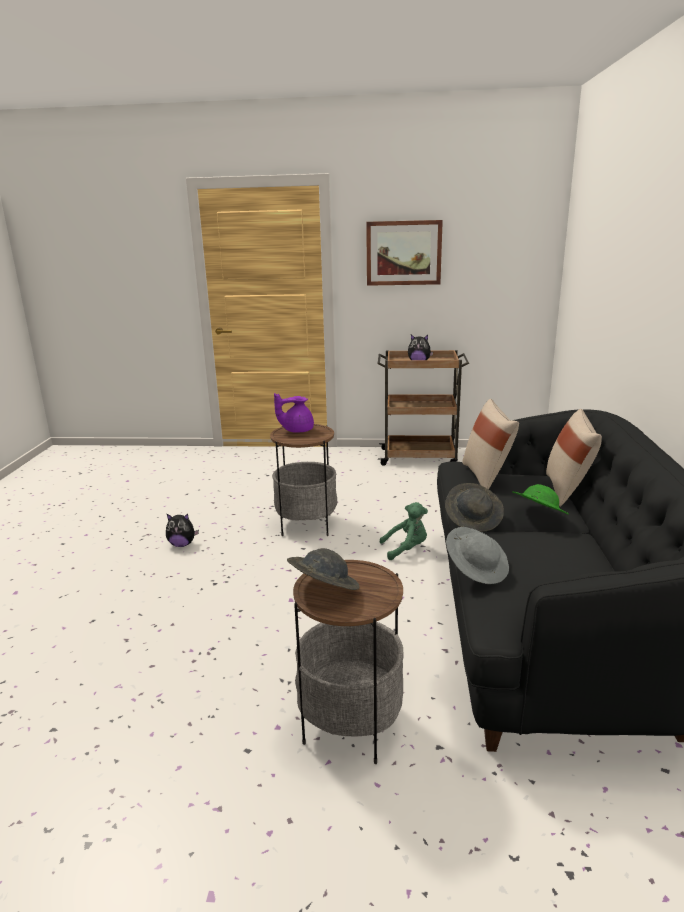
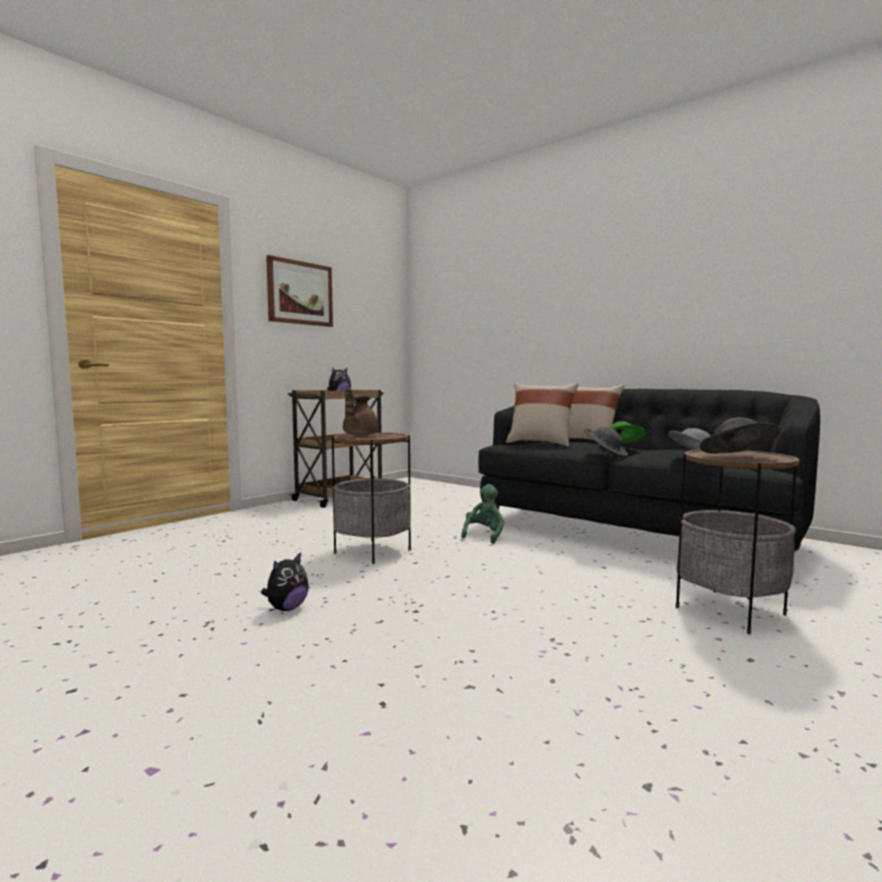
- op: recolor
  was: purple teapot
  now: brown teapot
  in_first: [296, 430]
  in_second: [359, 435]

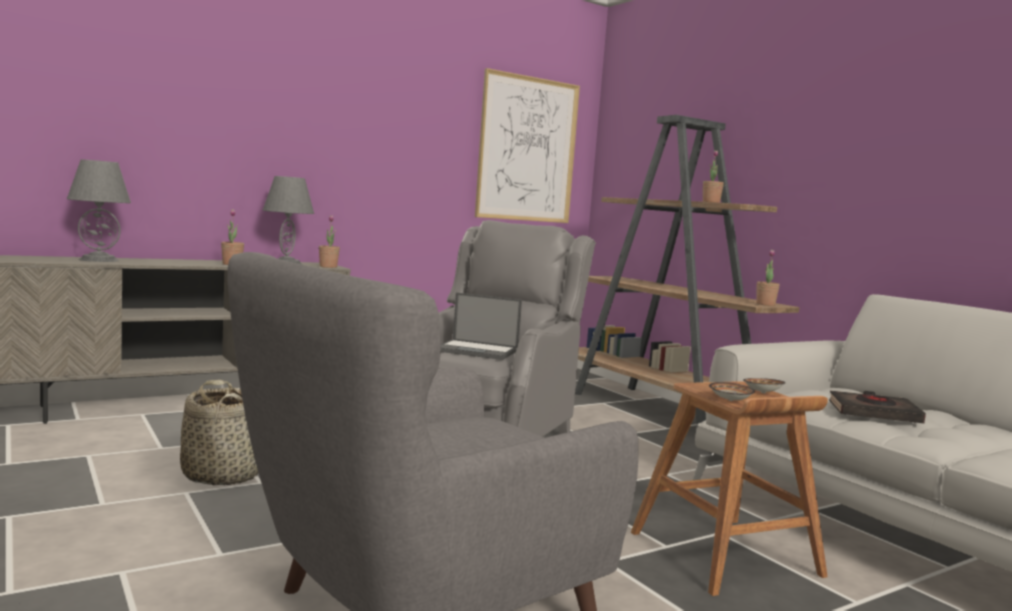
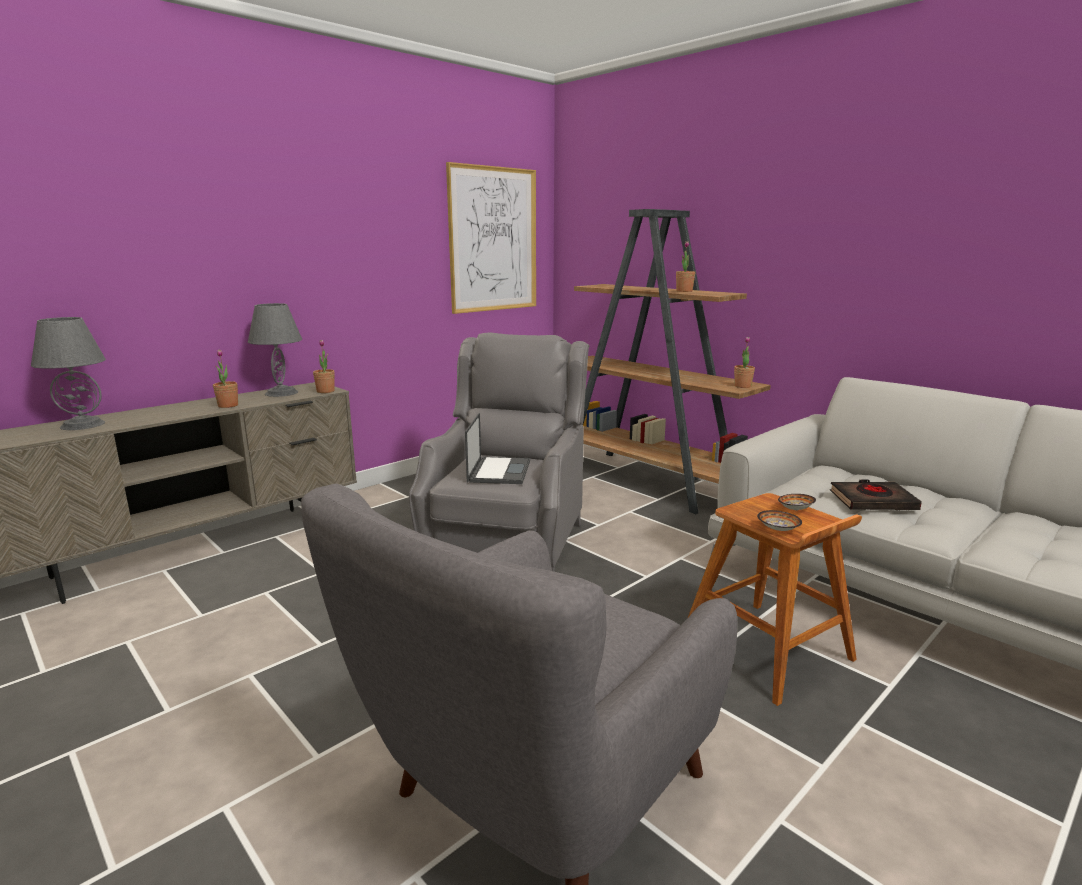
- op: rotate
  was: laptop
  in_first: [478, 350]
  in_second: [499, 471]
  clockwise: -90
- op: delete
  was: basket
  in_first: [223, 474]

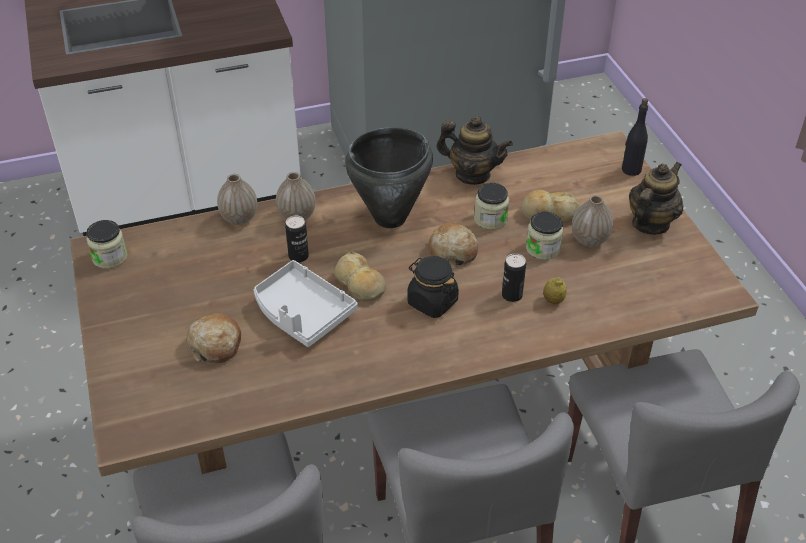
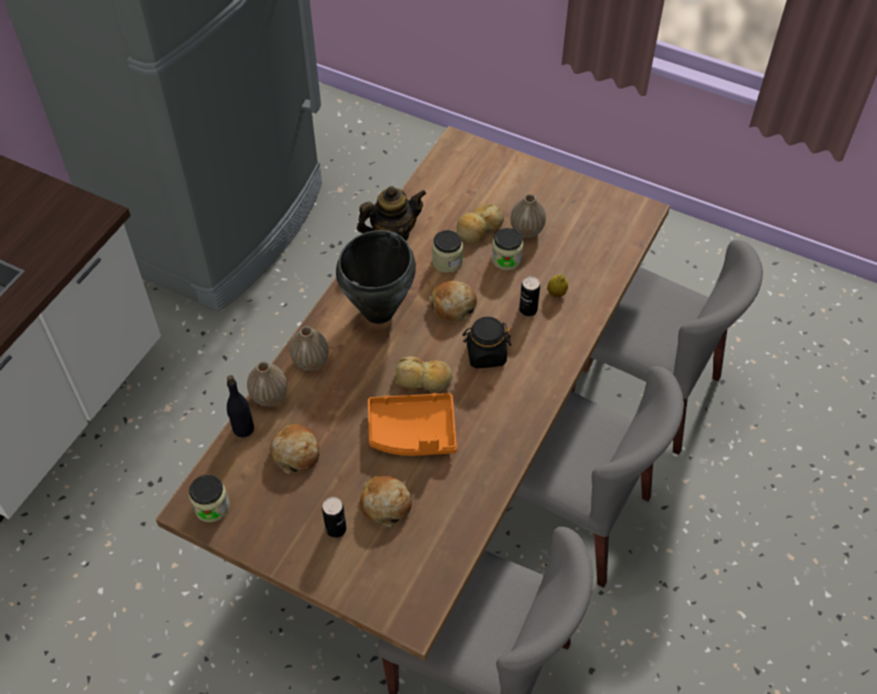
- op: move
  was: black bottle
  in_first: [631, 169]
  in_second: [243, 428]
- op: insert
  now: bread
  in_second: [296, 453]
- op: move
  was: can
  in_first: [298, 256]
  in_second: [336, 528]
- op: recolor
  was: grey tray
  now: orange tray
  in_first: [302, 313]
  in_second: [412, 432]
- op: delete
  was: teapot
  in_first: [650, 223]

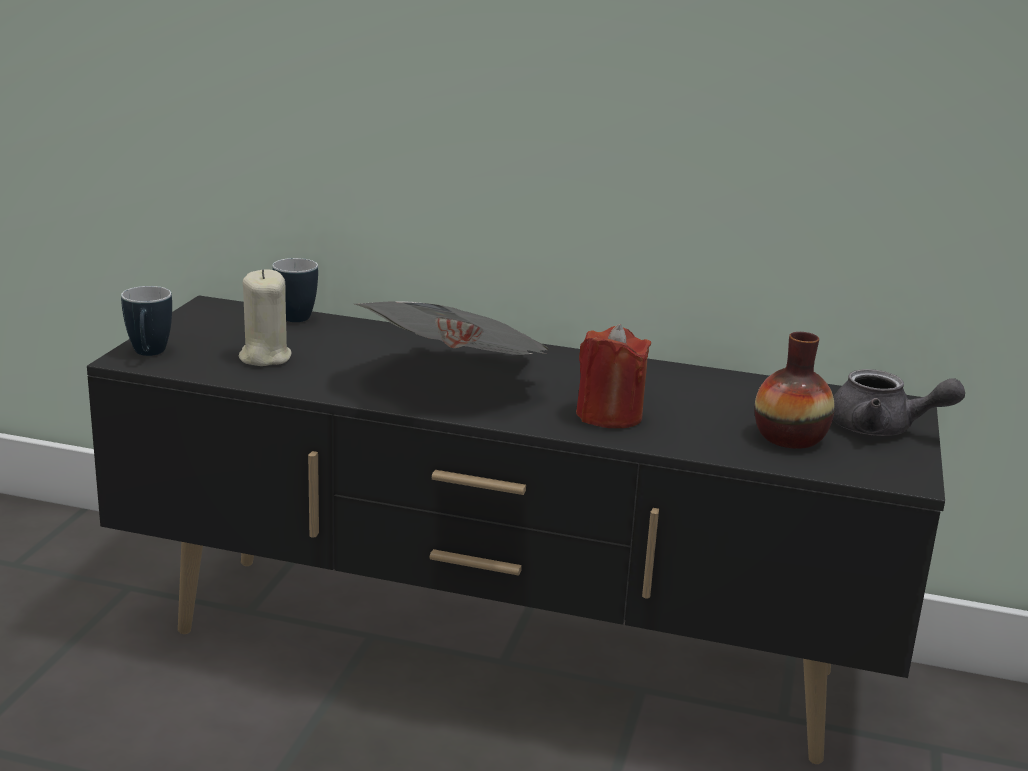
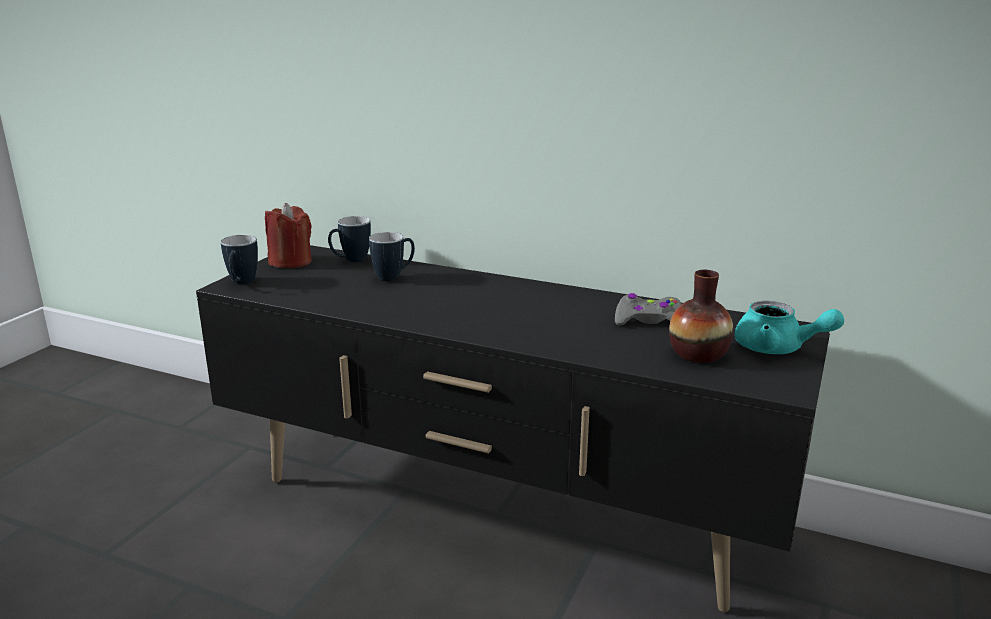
- op: move
  was: red candle
  in_first: [609, 415]
  in_second: [290, 262]
- op: insert
  now: mug
  in_second: [394, 276]
- op: insert
  now: grey game controller
  in_second: [649, 321]
- op: recolor
  was: grey teapot
  now: turquoise teapot
  in_first: [882, 429]
  in_second: [778, 348]
- op: delete
  was: beige candle
  in_first: [264, 357]
- op: delete
  was: newspaper
  in_first: [458, 380]

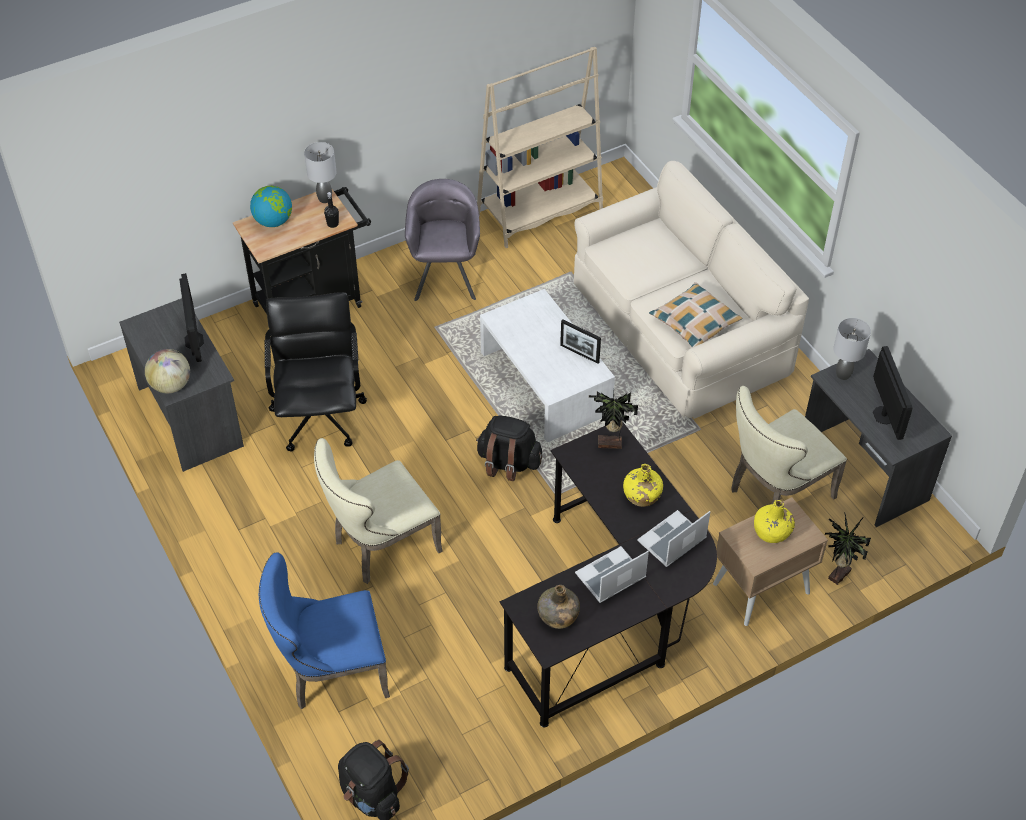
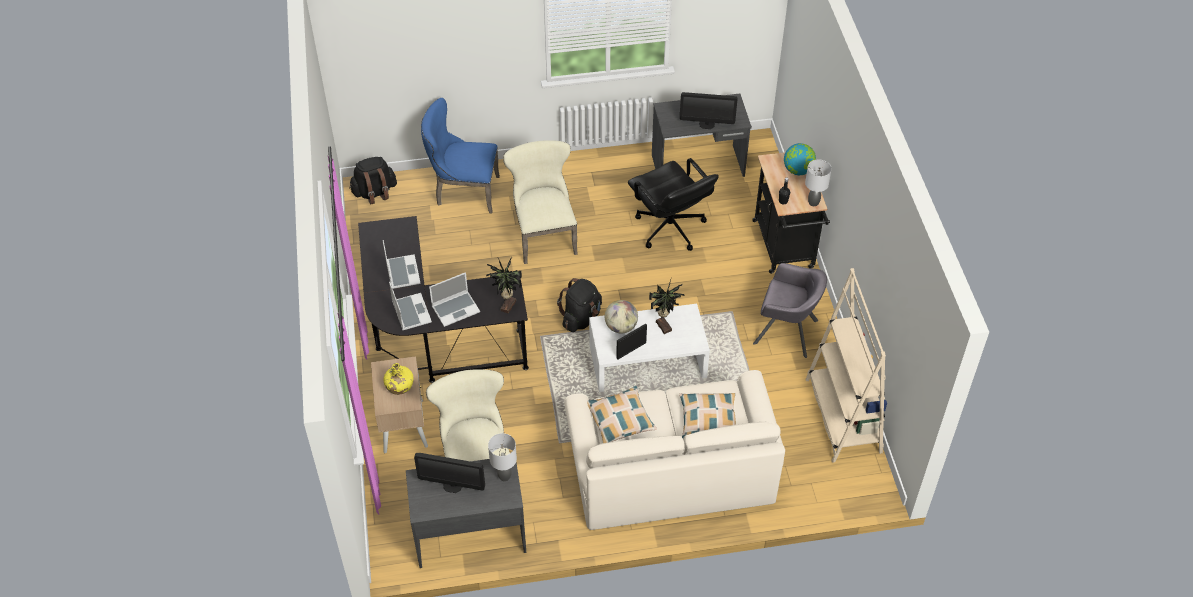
- op: rotate
  was: blue chair
  in_first: [330, 673]
  in_second: [463, 192]
  clockwise: -90
- op: replace
  was: yellow bottle
  now: laptop
  in_first: [641, 495]
  in_second: [456, 309]
- op: move
  was: globe
  in_first: [171, 385]
  in_second: [621, 327]
- op: rotate
  was: black office chair
  in_first: [320, 416]
  in_second: [670, 229]
  clockwise: 45
- op: move
  was: potted plant
  in_first: [837, 574]
  in_second: [664, 326]
- op: insert
  now: pillow
  in_second: [708, 420]
- op: delete
  was: green bottle
  in_first: [558, 615]

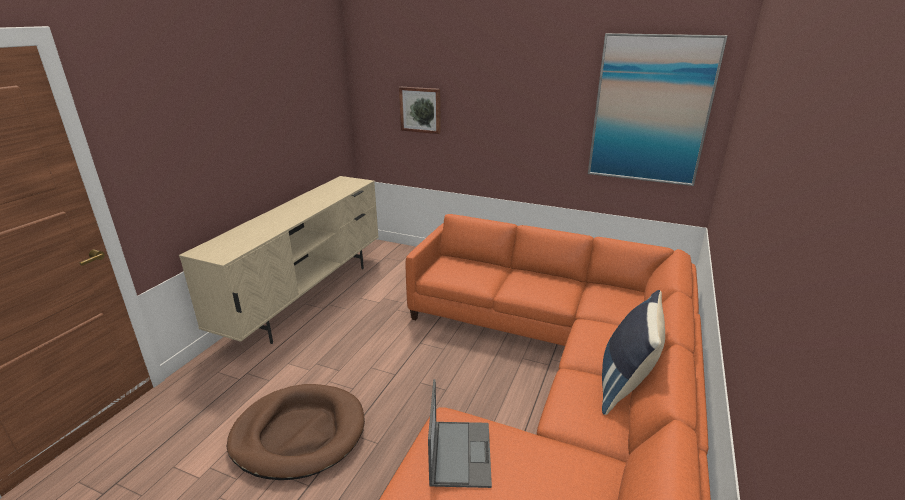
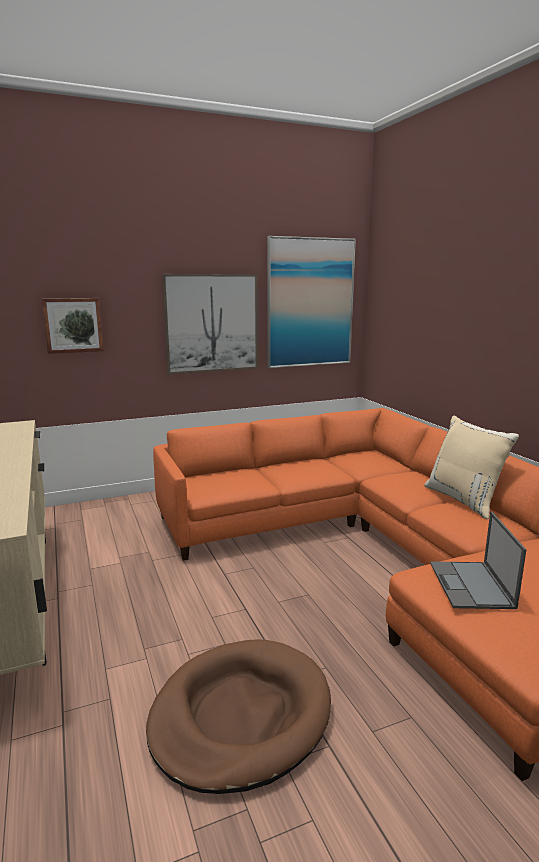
- op: insert
  now: picture
  in_second: [211, 323]
- op: recolor
  was: blue pillow
  now: beige pillow
  in_first: [625, 385]
  in_second: [464, 500]
- op: rotate
  was: laptop
  in_first: [460, 452]
  in_second: [471, 585]
  clockwise: -135

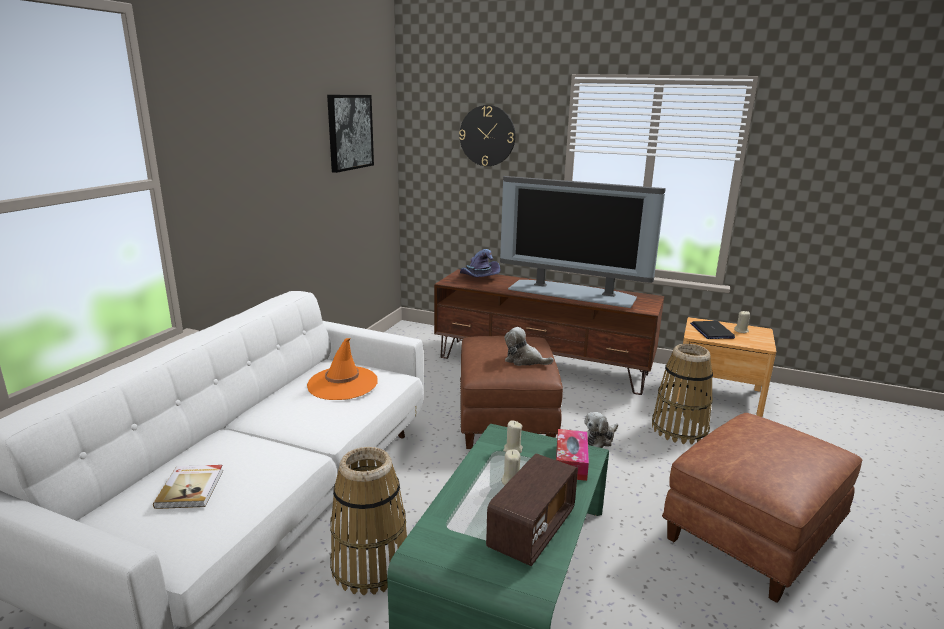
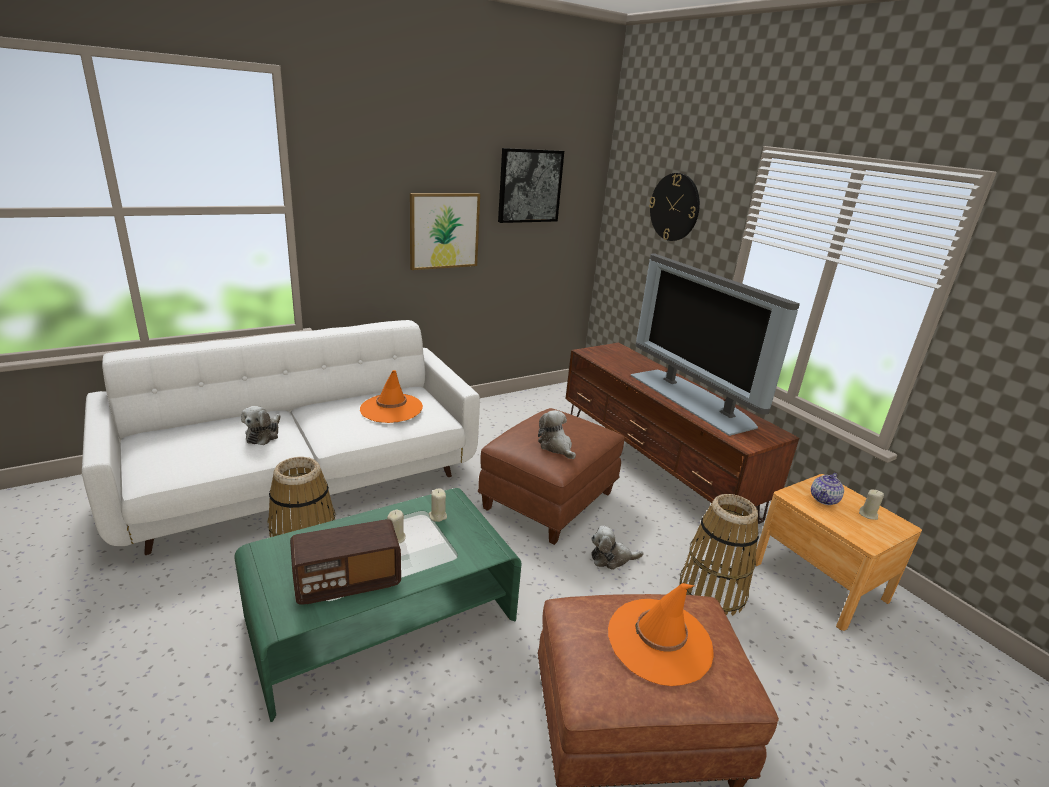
- op: insert
  now: plush toy
  in_second: [264, 434]
- op: insert
  now: picture
  in_second: [444, 231]
- op: insert
  now: orange hat
  in_second: [659, 641]
- op: replace
  was: laptop
  now: teapot
  in_first: [711, 331]
  in_second: [824, 499]
- op: delete
  was: book
  in_first: [191, 488]
- op: delete
  was: purple hat
  in_first: [478, 278]
- op: delete
  was: tissue box
  in_first: [571, 462]

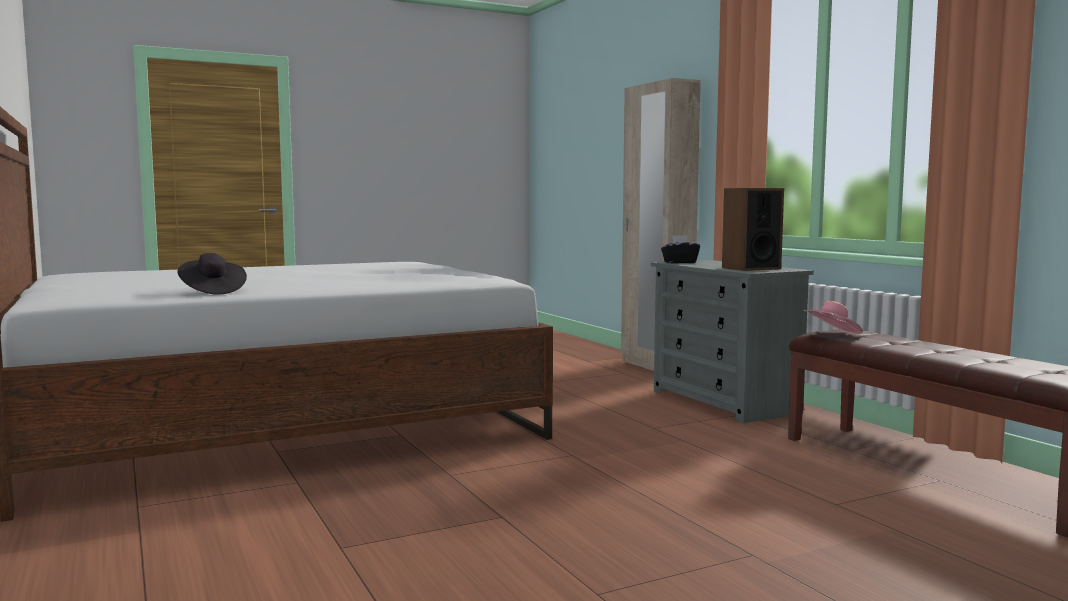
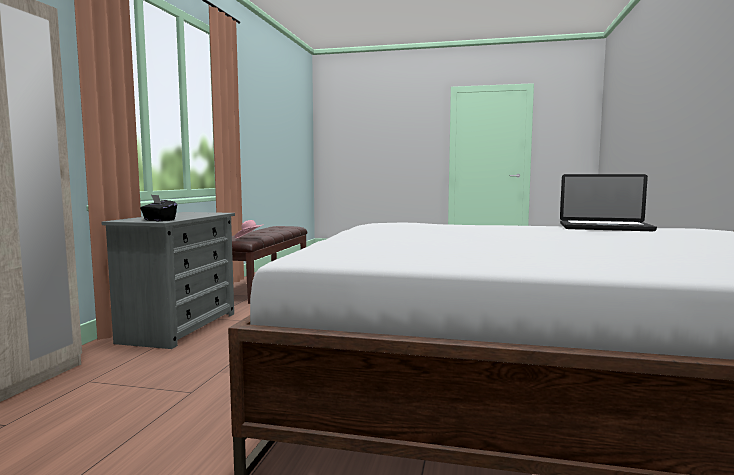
- op: replace
  was: black hat
  now: laptop
  in_first: [212, 291]
  in_second: [605, 227]
- op: delete
  was: speaker
  in_first: [750, 268]

